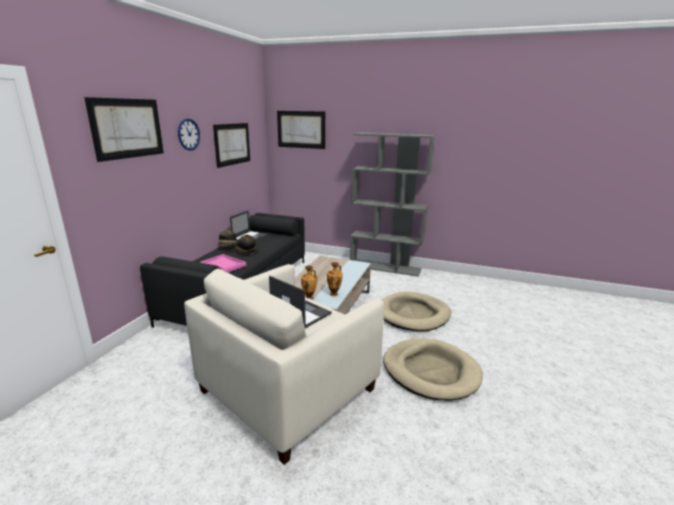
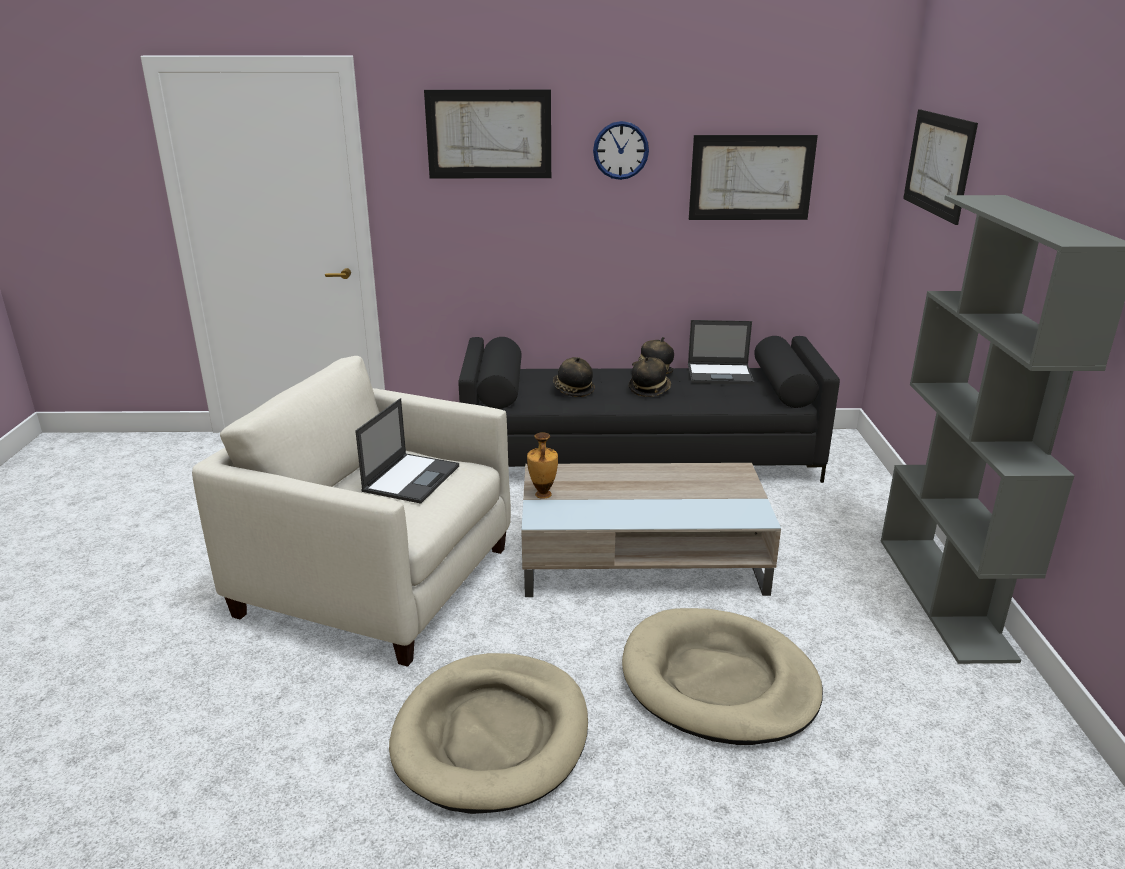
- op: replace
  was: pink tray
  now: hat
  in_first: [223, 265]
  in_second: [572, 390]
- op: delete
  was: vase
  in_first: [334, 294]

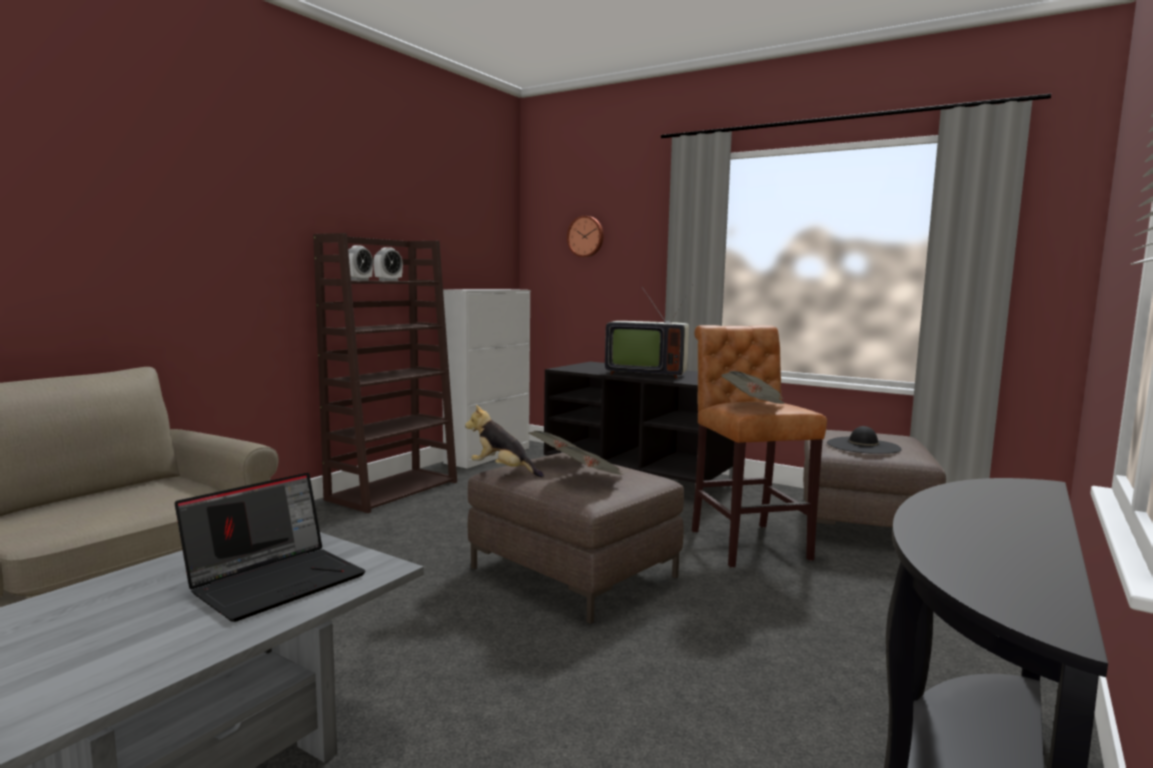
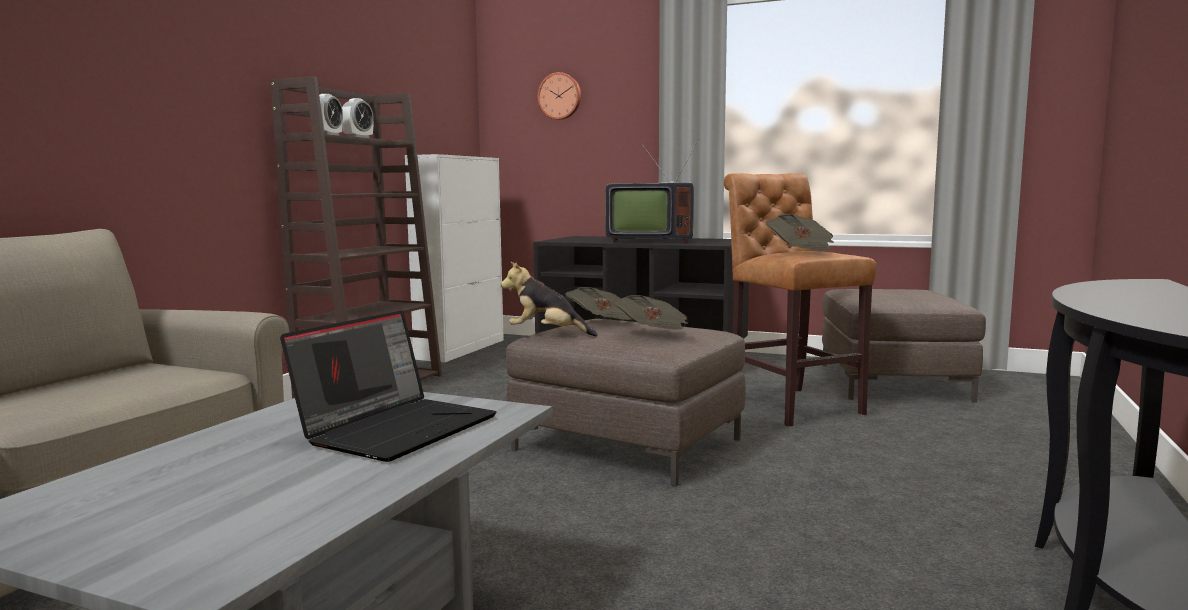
- op: delete
  was: black hat
  in_first: [863, 446]

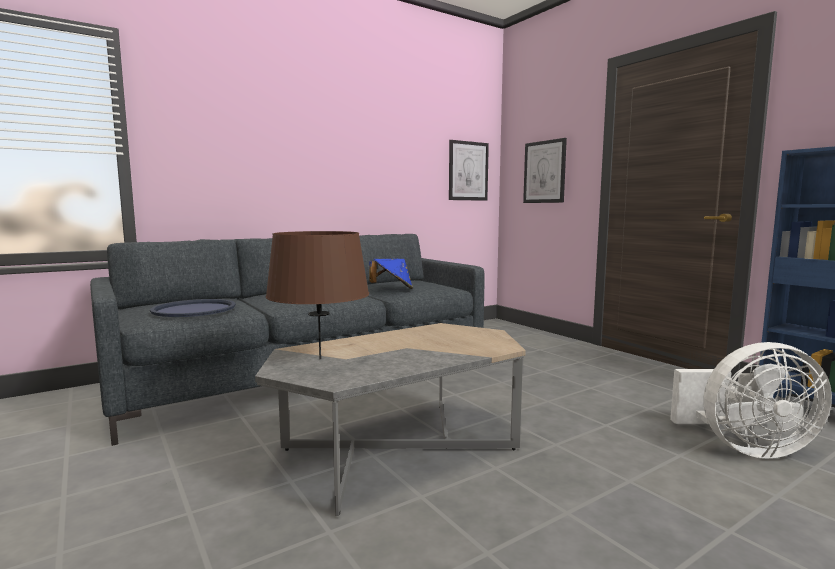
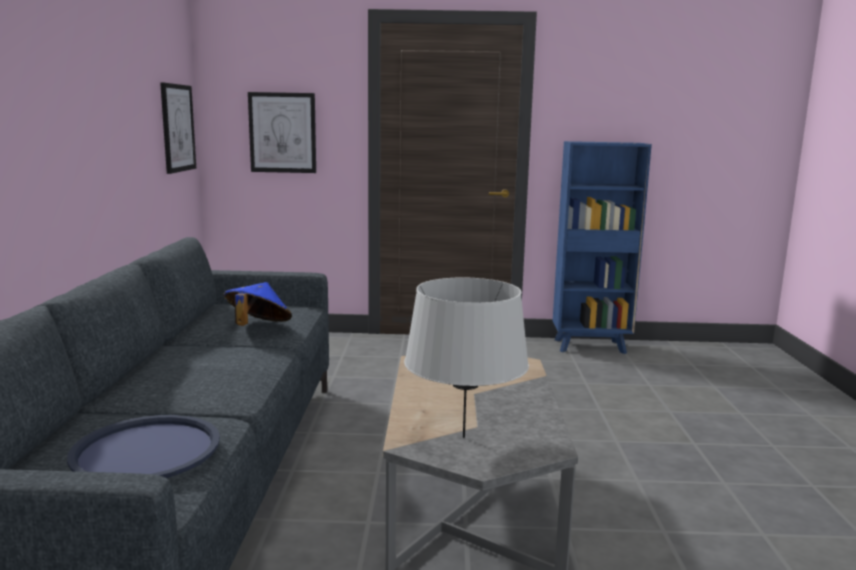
- op: recolor
  was: brown table lamp
  now: grey table lamp
  in_first: [320, 359]
  in_second: [463, 437]
- op: delete
  was: white fan
  in_first: [745, 448]

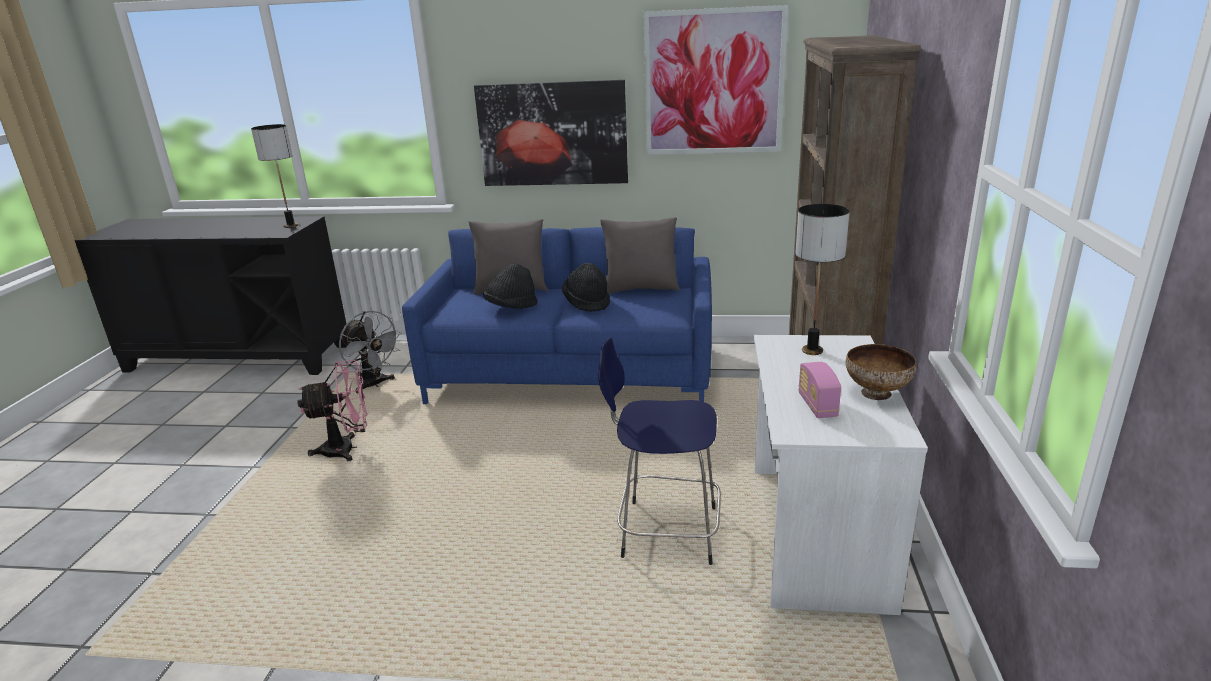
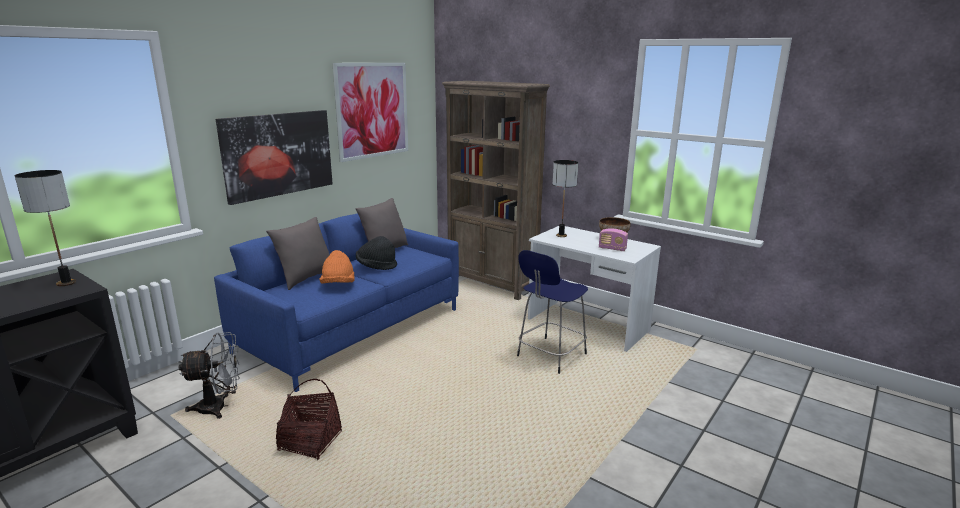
- op: replace
  was: pink fan
  now: basket
  in_first: [347, 449]
  in_second: [310, 441]
- op: recolor
  was: black hat
  now: orange hat
  in_first: [511, 307]
  in_second: [338, 285]

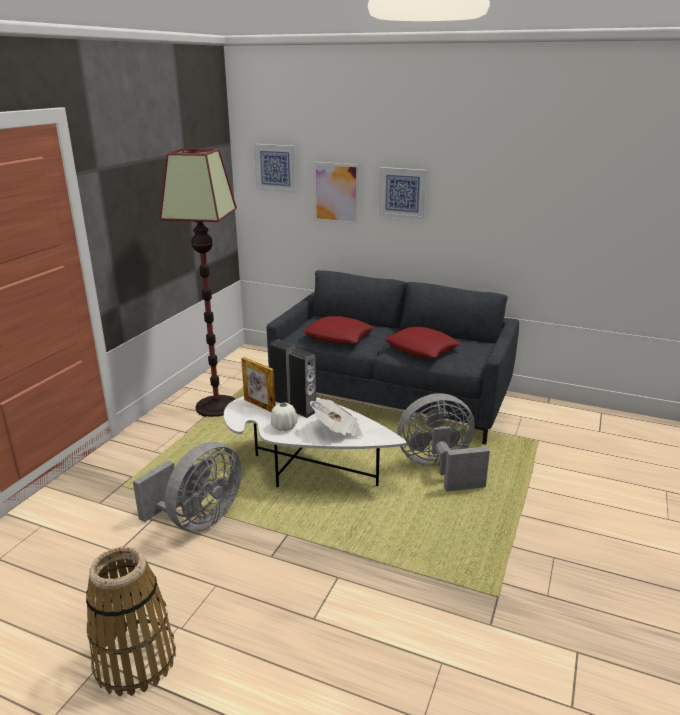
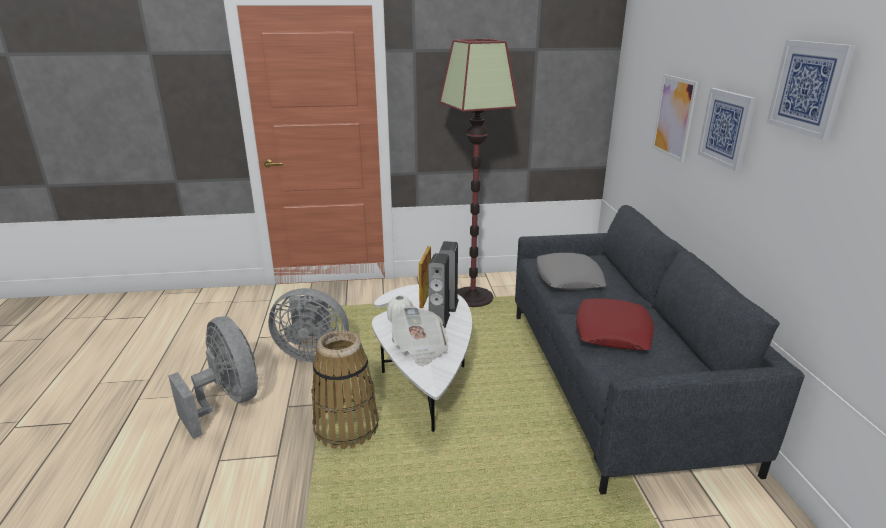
- op: move
  was: grey fan
  in_first: [439, 469]
  in_second: [227, 401]
- op: move
  was: basket
  in_first: [136, 660]
  in_second: [346, 427]
- op: recolor
  was: red pillow
  now: grey pillow
  in_first: [338, 336]
  in_second: [569, 278]
- op: move
  was: picture
  in_first: [276, 167]
  in_second: [809, 88]

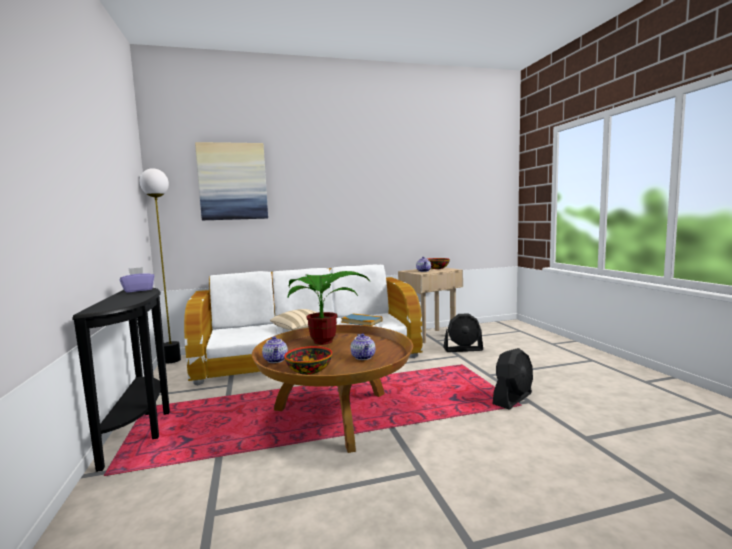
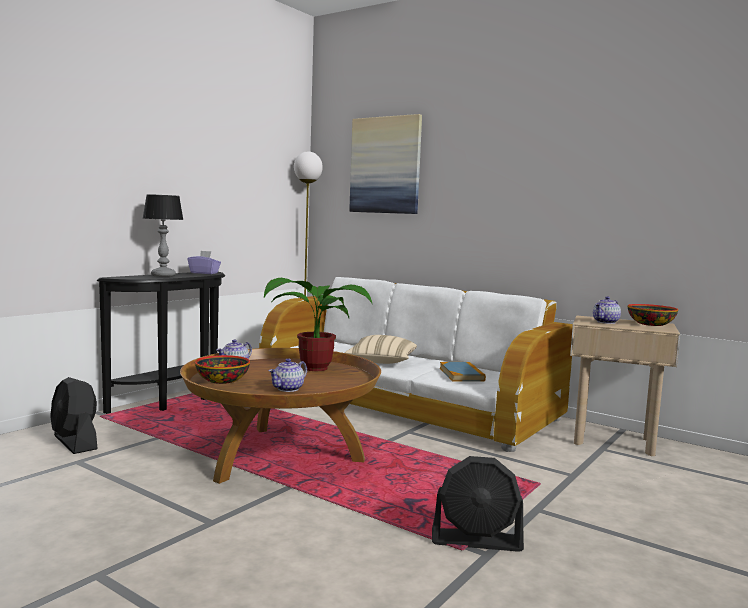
- op: move
  was: black fan
  in_first: [463, 349]
  in_second: [75, 443]
- op: insert
  now: table lamp
  in_second: [164, 275]

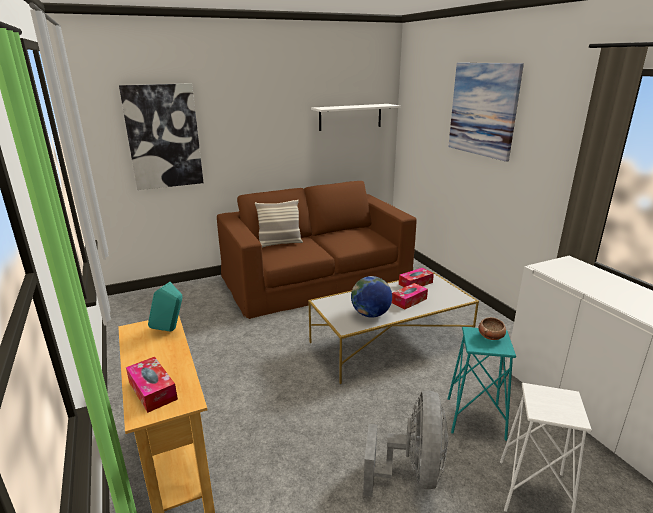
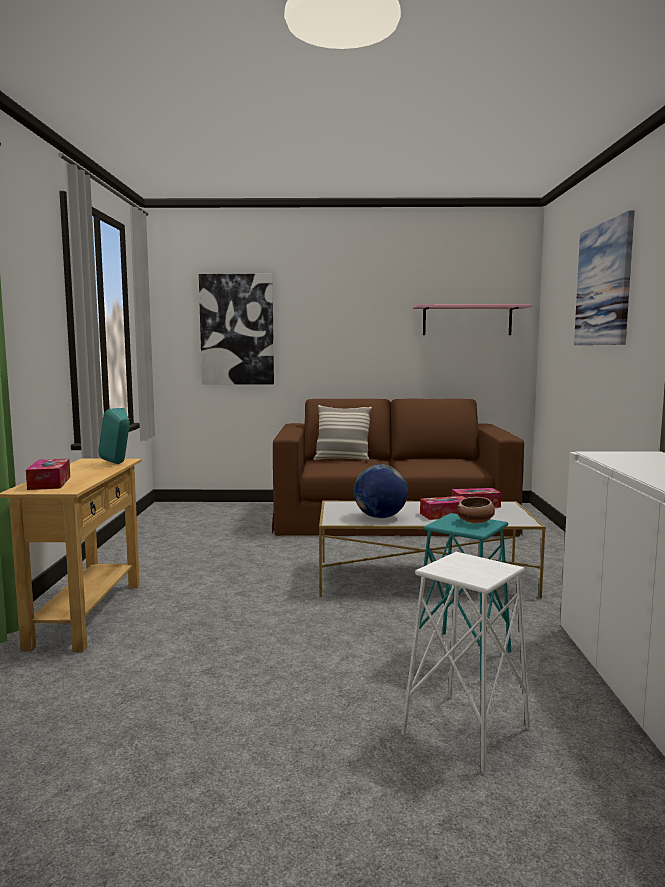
- op: recolor
  was: white shelf
  now: pink shelf
  in_first: [350, 117]
  in_second: [467, 320]
- op: delete
  was: grey fan
  in_first: [412, 472]

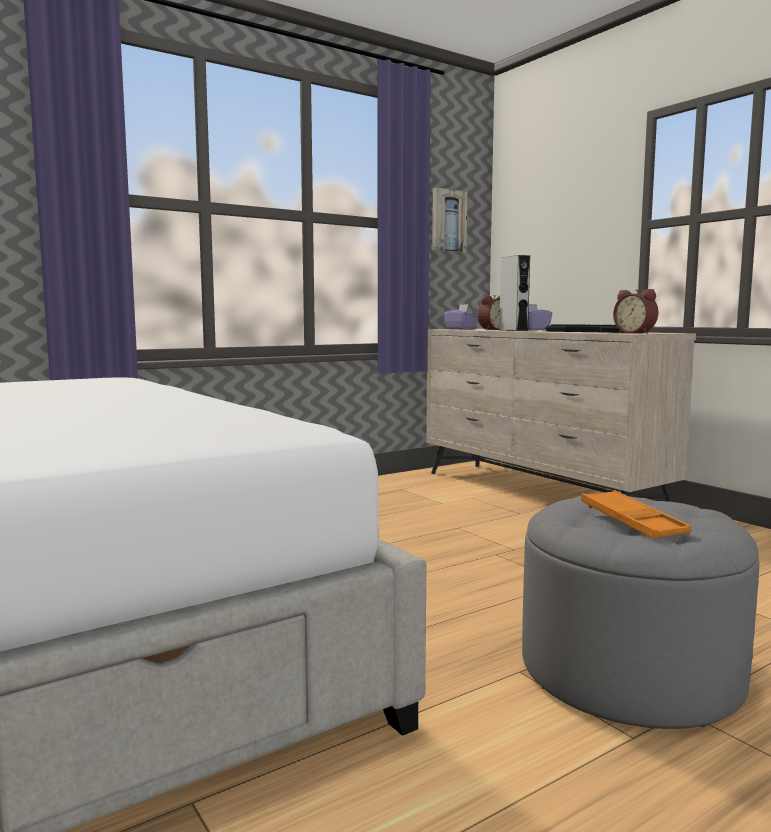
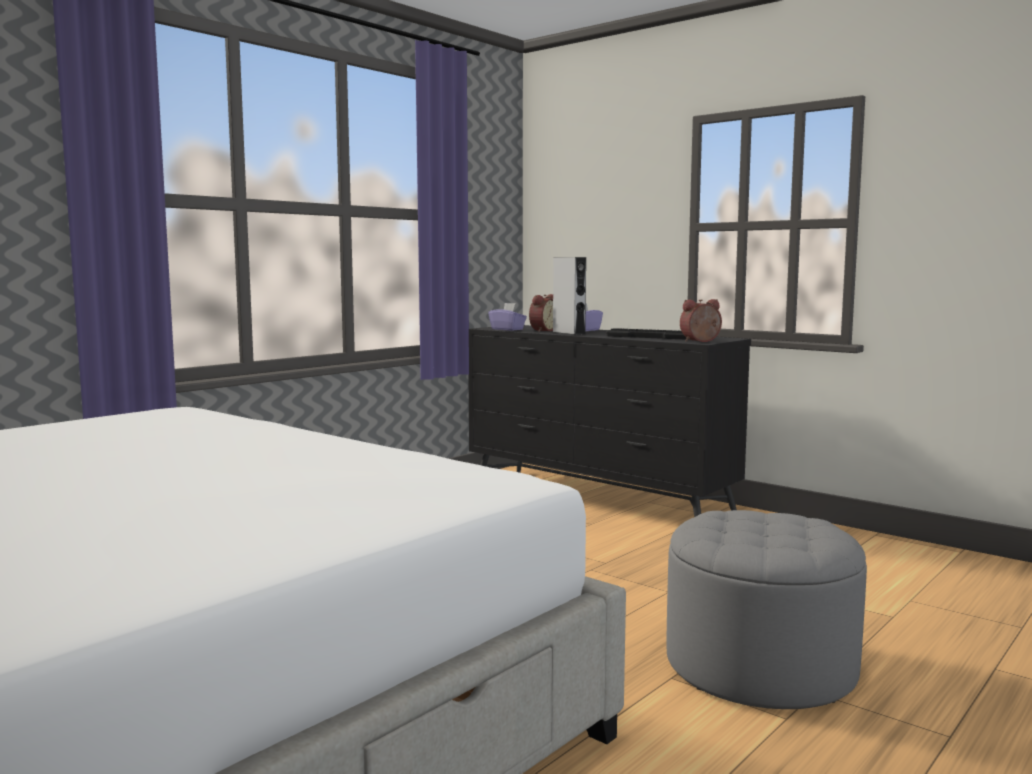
- op: recolor
  was: beige dresser
  now: black dresser
  in_first: [538, 493]
  in_second: [597, 500]
- op: rotate
  was: alarm clock
  in_first: [636, 333]
  in_second: [701, 341]
  clockwise: 120
- op: delete
  was: picture
  in_first: [448, 221]
- op: delete
  was: orange tray
  in_first: [632, 522]

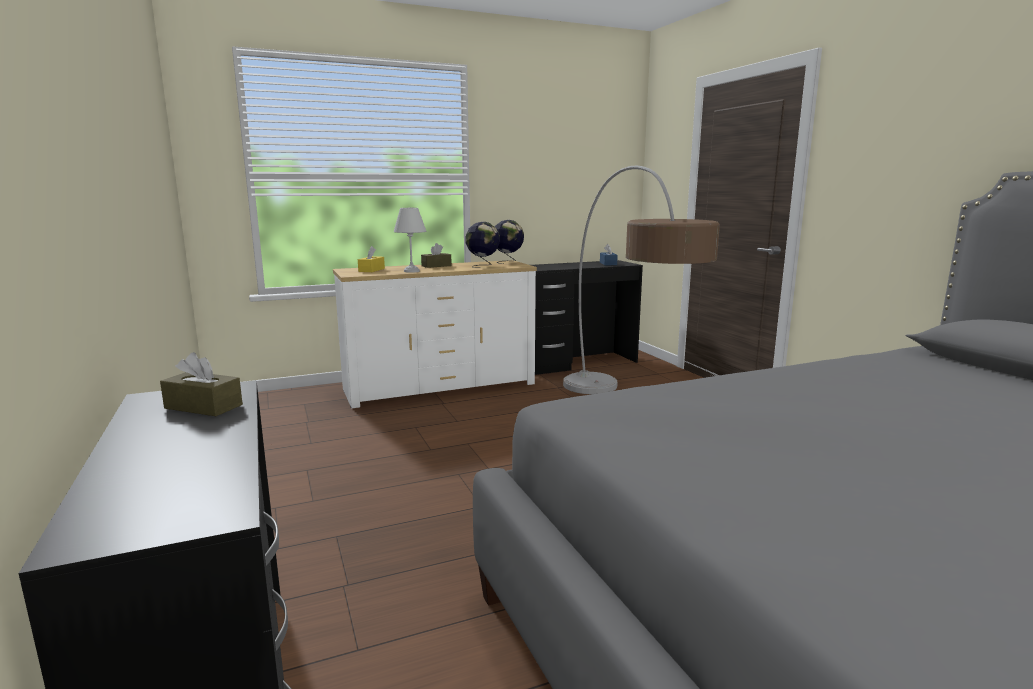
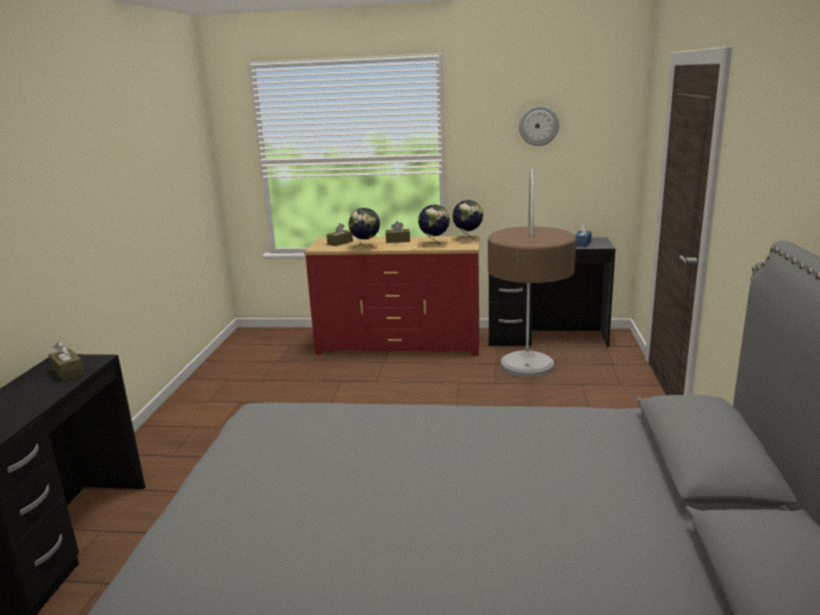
- op: recolor
  was: white dresser
  now: red dresser
  in_first: [439, 387]
  in_second: [399, 345]
- op: recolor
  was: yellow tissue box
  now: brown tissue box
  in_first: [371, 270]
  in_second: [340, 243]
- op: replace
  was: white table lamp
  now: globe
  in_first: [412, 271]
  in_second: [366, 247]
- op: insert
  now: wall clock
  in_second: [538, 125]

